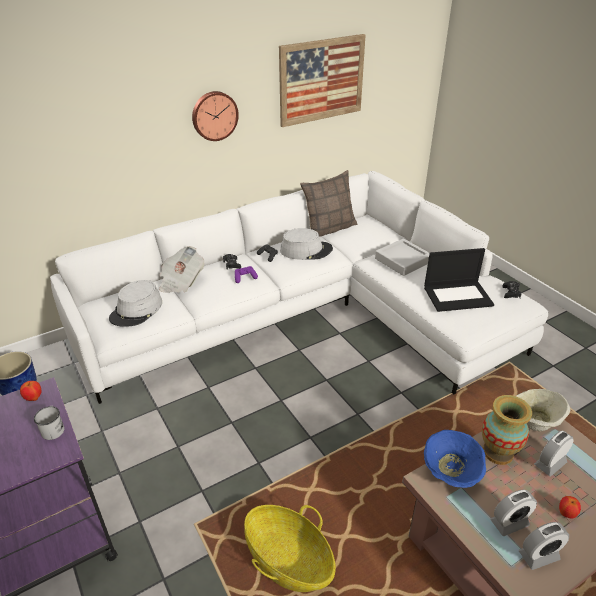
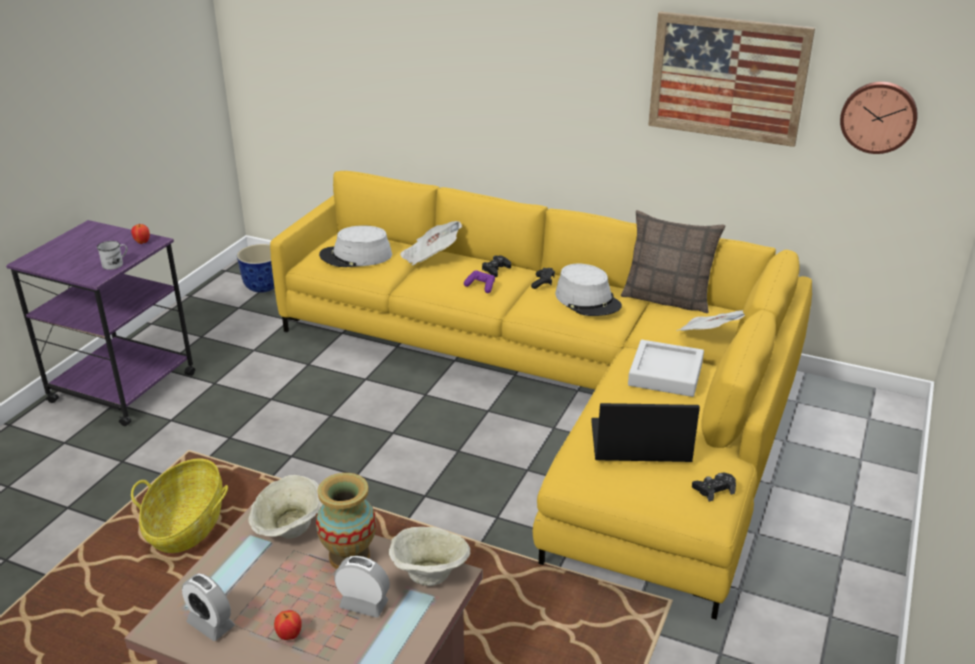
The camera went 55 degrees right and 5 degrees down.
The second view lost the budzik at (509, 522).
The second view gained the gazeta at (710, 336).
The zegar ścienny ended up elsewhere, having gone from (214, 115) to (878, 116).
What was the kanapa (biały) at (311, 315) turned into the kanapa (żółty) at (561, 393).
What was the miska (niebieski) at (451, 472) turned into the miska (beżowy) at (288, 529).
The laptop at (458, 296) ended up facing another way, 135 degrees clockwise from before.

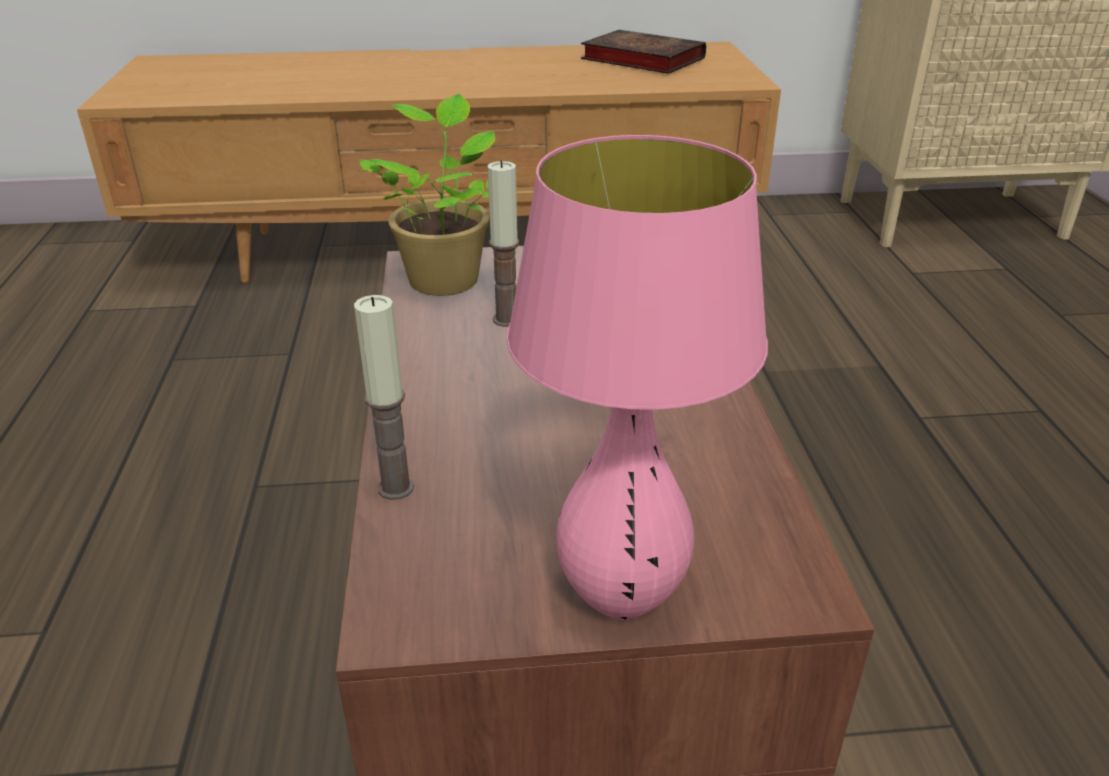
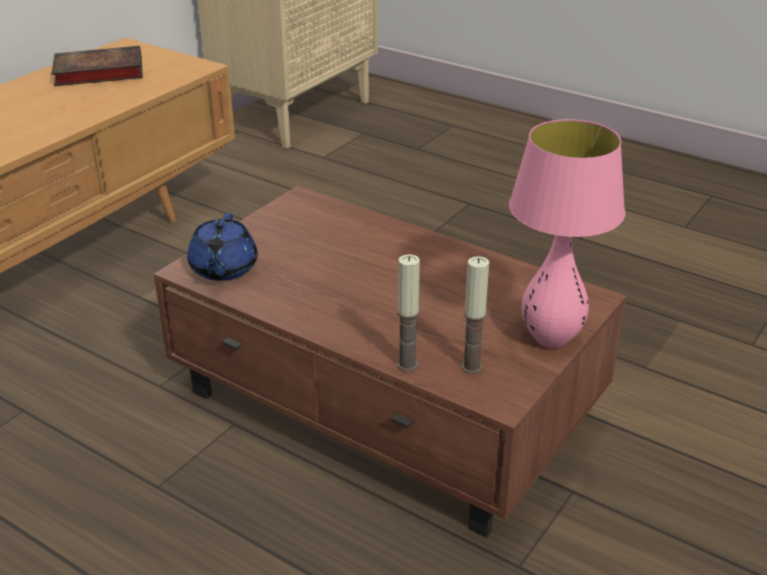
The camera went 50 degrees left and 0 degrees up.
The świeca ended up elsewhere, having gone from (506, 319) to (471, 367).
Where the roślina doniczkowa stood at (445, 278), the imbryk (niebieski) came to stand at (223, 269).

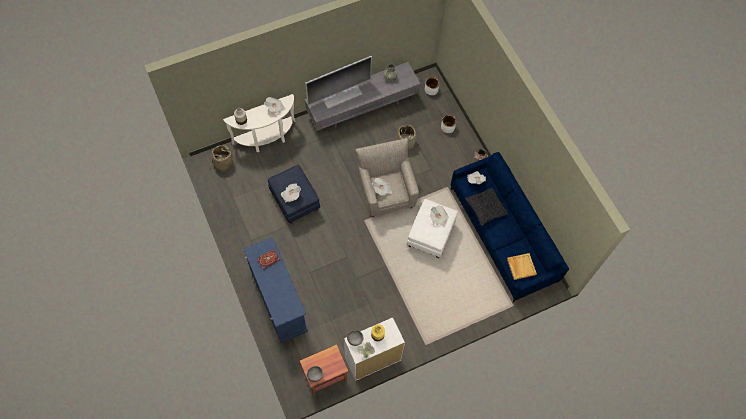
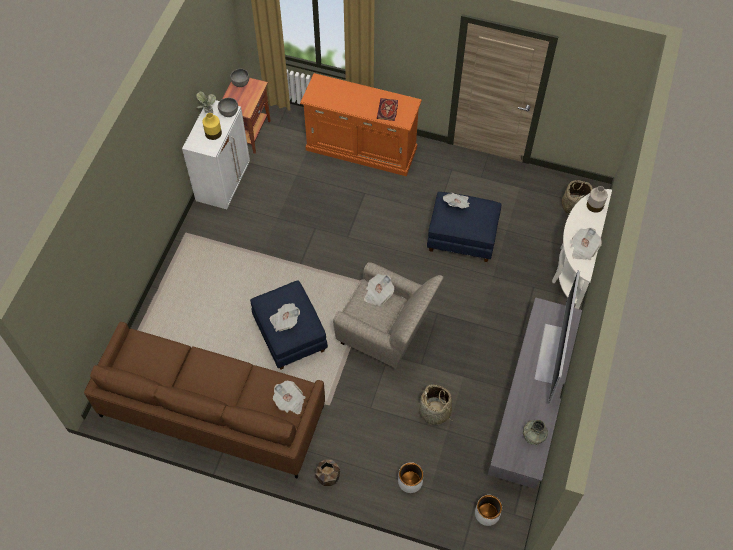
The camera went 135 degrees right and 5 degrees down.
The second view lost the poduszka (czarny) at (486, 209).
The second view lost the taca (beżowy) at (521, 266).
What was the szafka (niebieski) at (278, 300) turned into the szafka (pomarańczowy) at (361, 149).
What was the pufa (biały) at (431, 235) turned into the pufa (niebieski) at (289, 335).
What was the kanapa (niebieski) at (502, 234) turned into the kanapa (brązowy) at (212, 410).

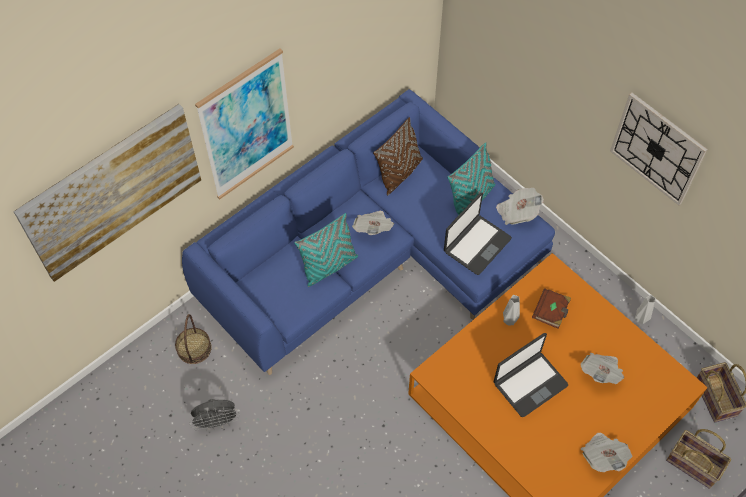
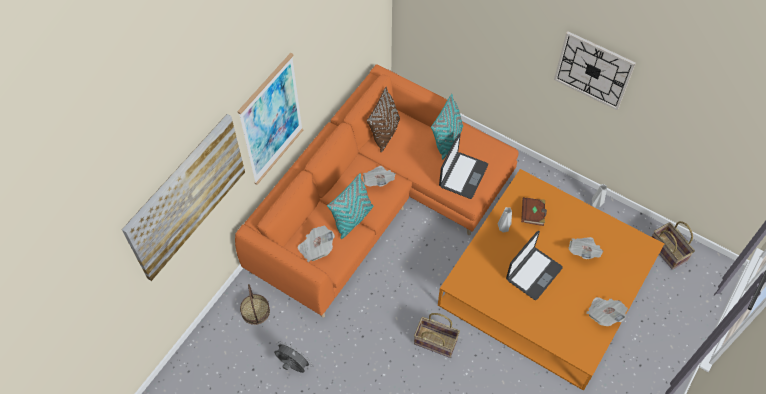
The camera went 15 degrees left and 0 degrees up.
The gazeta ended up elsewhere, having gone from (517, 212) to (316, 248).
The koszyk ended up elsewhere, having gone from (694, 464) to (436, 341).
What was the kanapa (niebieski) at (373, 257) turned into the kanapa (pomarańczowy) at (377, 204).
The wentylator (szary) at (217, 422) ended up facing another way, 120 degrees counterclockwise from before.

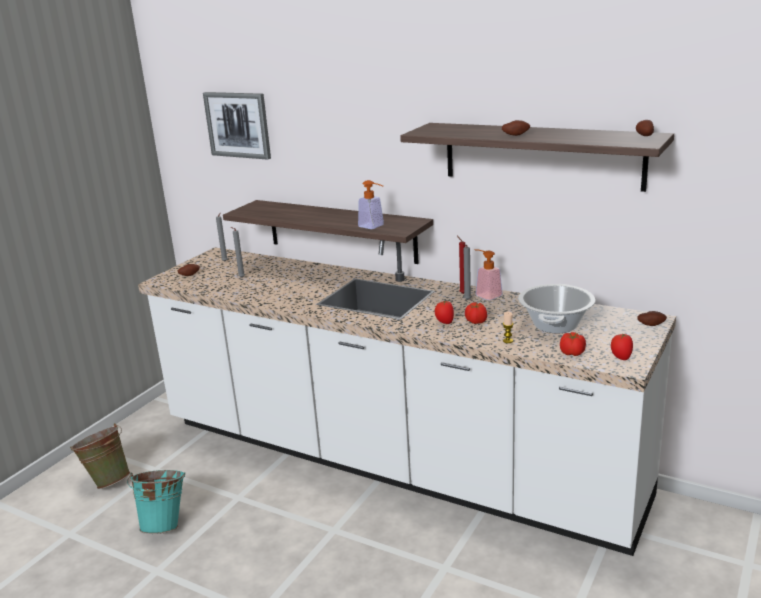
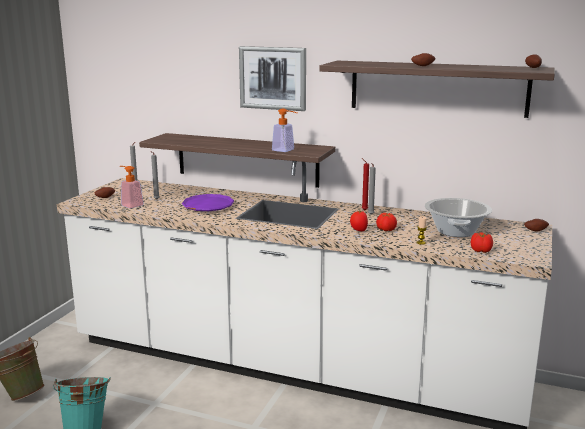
The camera went 10 degrees left and 5 degrees down.
The second view lost the pomidor at (621, 358).
The second view gained the talerz (fioletowy) at (208, 206).
The obraz ended up elsewhere, having gone from (238, 125) to (273, 78).
The dozownik mydła ended up elsewhere, having gone from (485, 294) to (130, 205).

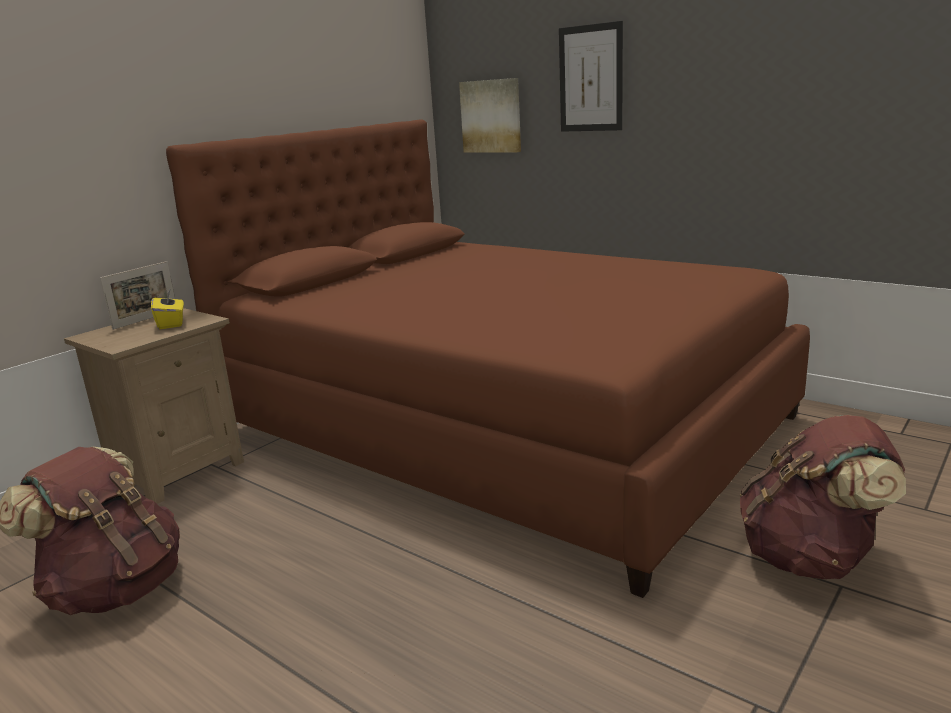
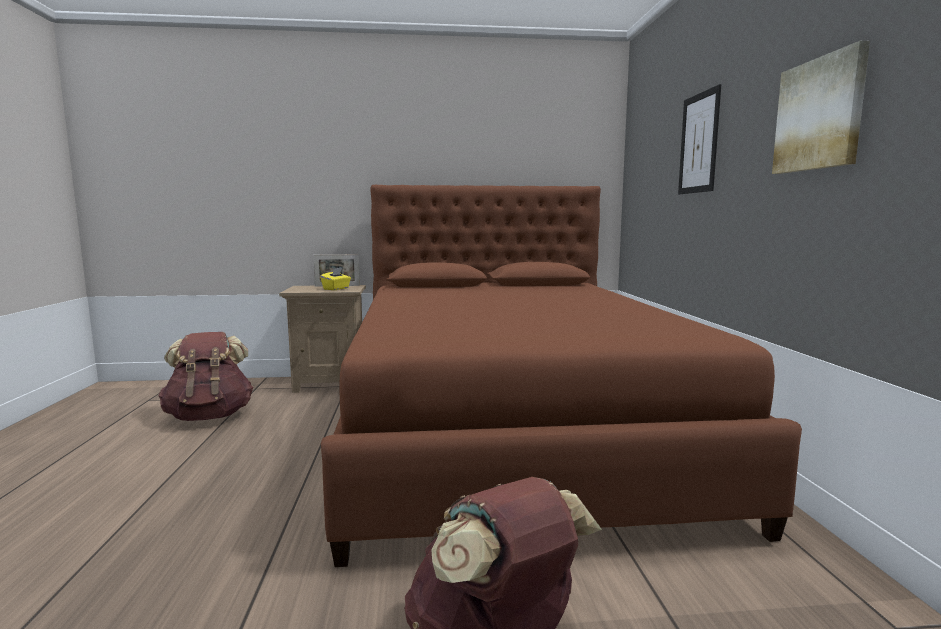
The camera went 45 degrees right and 10 degrees down.
The obraz ended up elsewhere, having gone from (491, 116) to (820, 114).

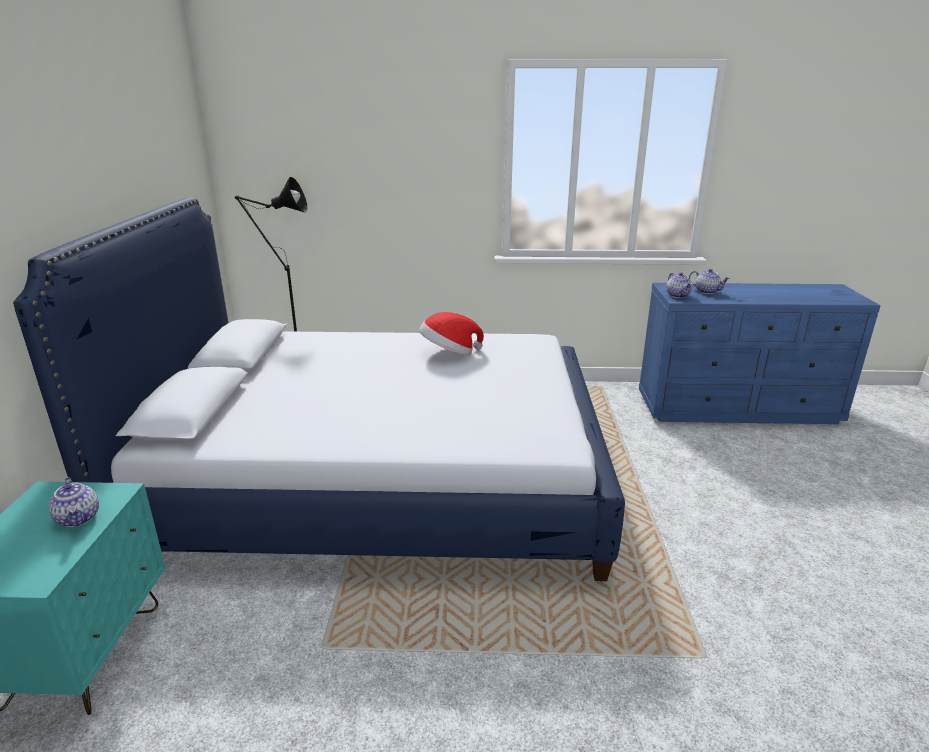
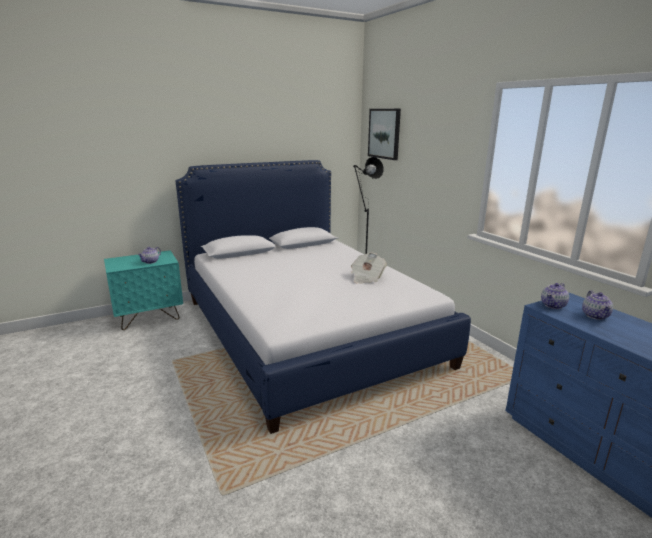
The camera went 60 degrees right and 5 degrees down.
The second view gained the obraz at (384, 133).
Where the kapelusz stood at (449, 353), the gazeta came to stand at (366, 278).

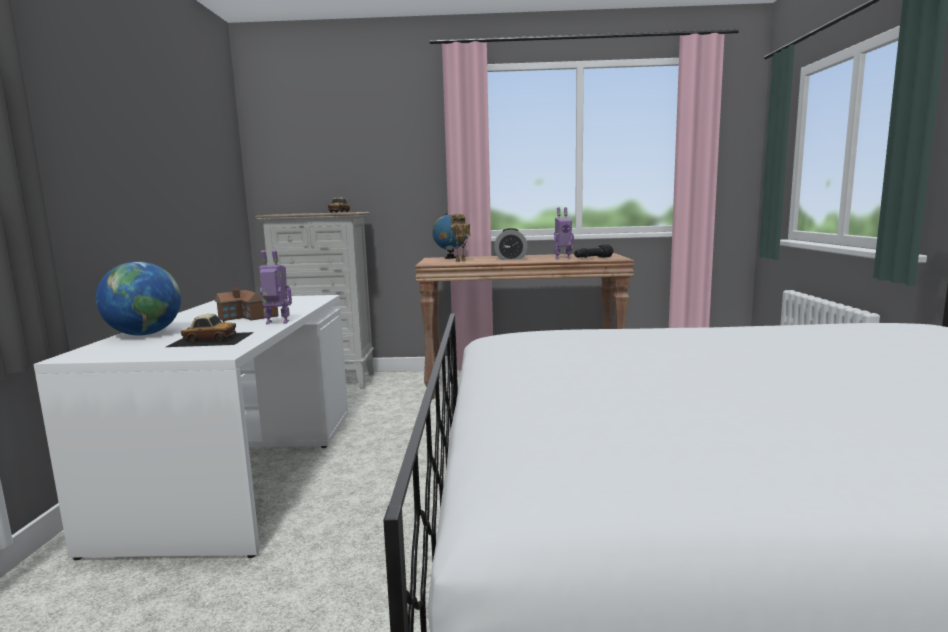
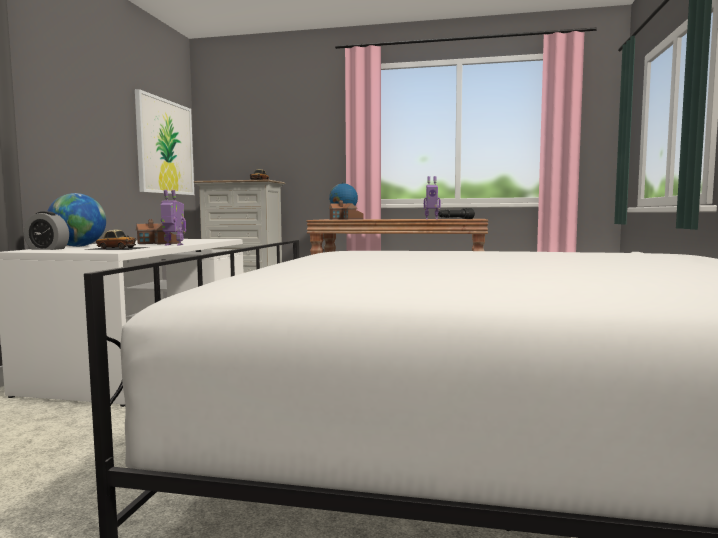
The camera went 10 degrees right and 5 degrees down.
The second view gained the obraz at (165, 147).
The budzik ended up elsewhere, having gone from (511, 259) to (47, 249).
Where the robot zabawkowy stood at (460, 261), the domek came to stand at (346, 219).

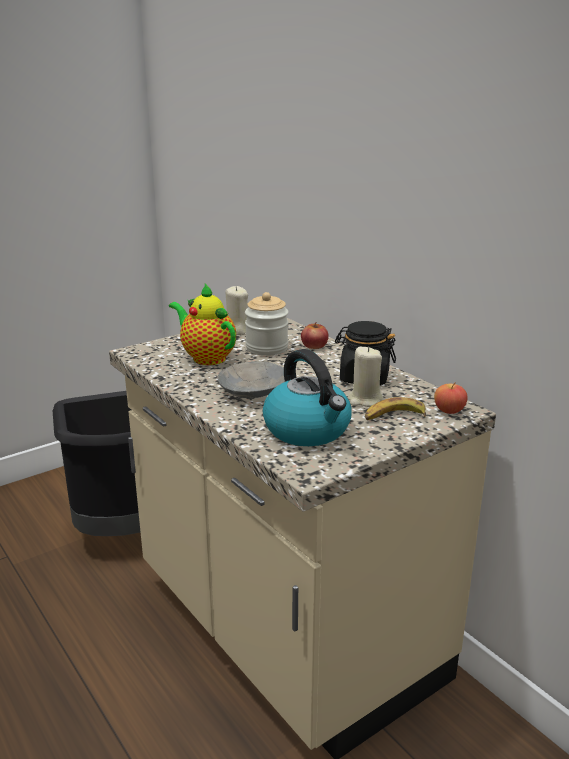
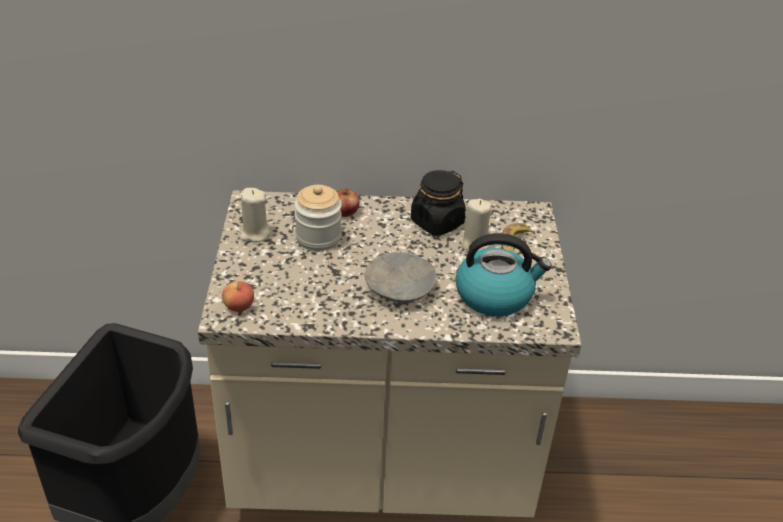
The camera went 55 degrees left and 15 degrees up.
The second view lost the imbryk at (206, 357).
The jabłko ended up elsewhere, having gone from (449, 410) to (239, 306).

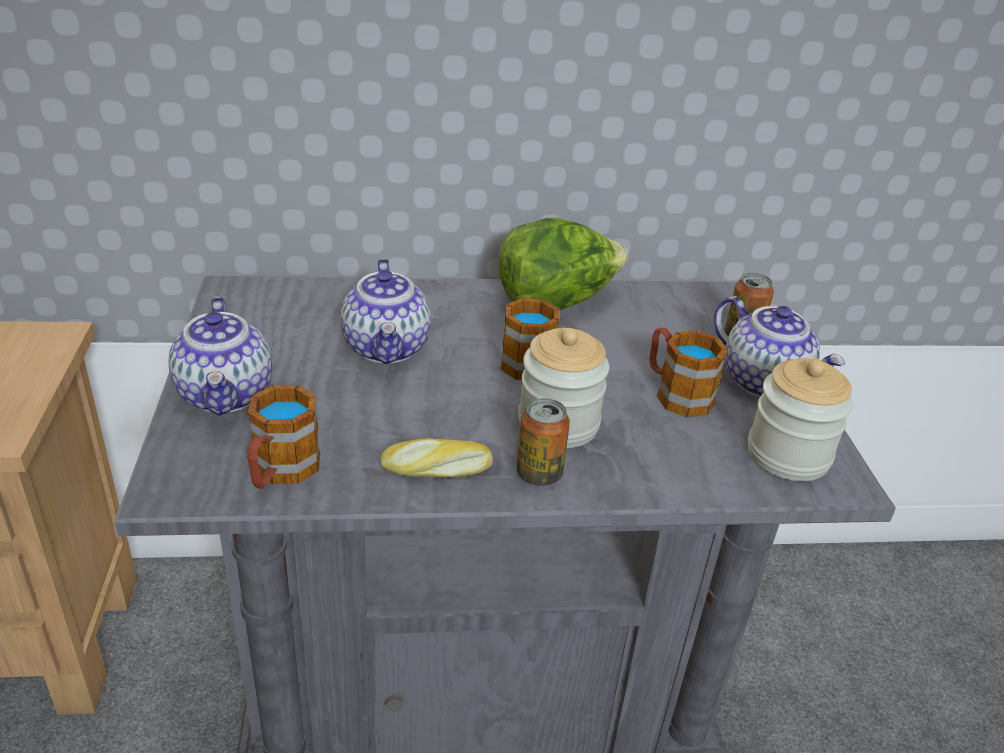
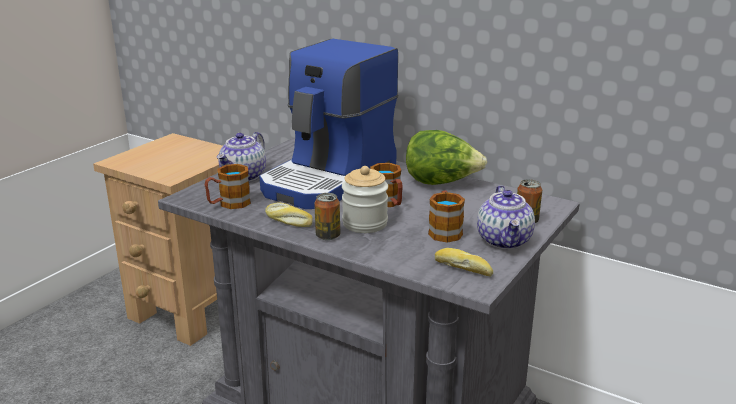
The camera went 40 degrees right and 10 degrees down.
Where the imbryk stood at (388, 348), the ekspres do kawy came to stand at (331, 178).
Where the słoik stood at (788, 455), the chleb came to stand at (463, 268).

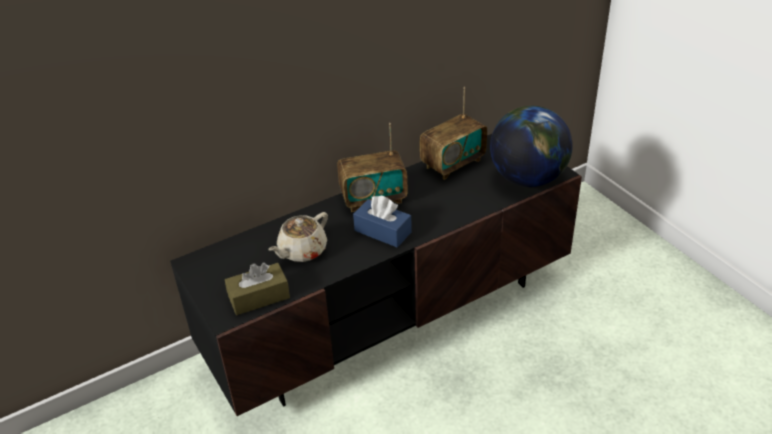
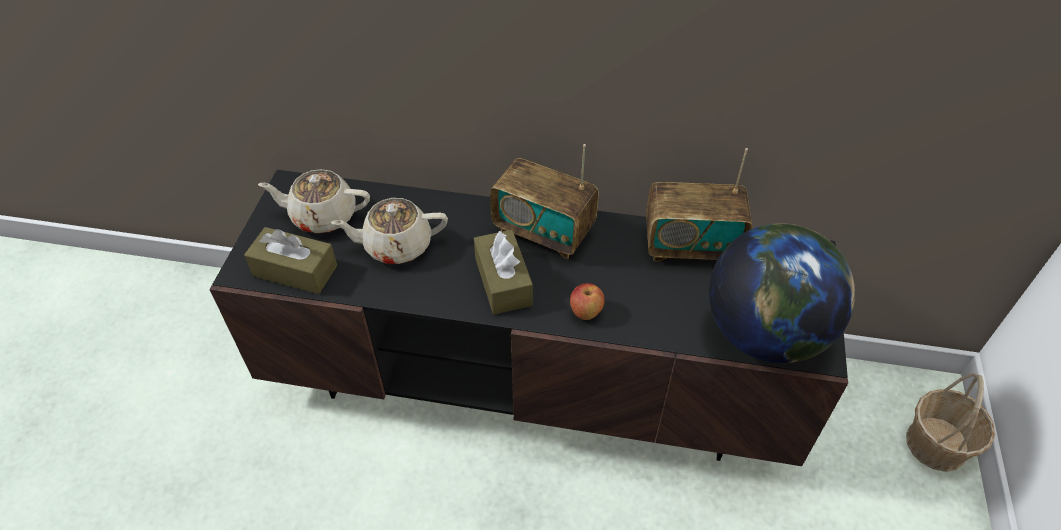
The camera went 40 degrees right and 10 degrees up.
The second view gained the imbryk (beżowy) at (322, 216).
The second view gained the jabłko at (585, 312).
The second view gained the koszyk at (936, 444).
What was the pudełko chusteczek (niebieski) at (382, 231) turned into the pudełko chusteczek (brązowy) at (503, 282).

